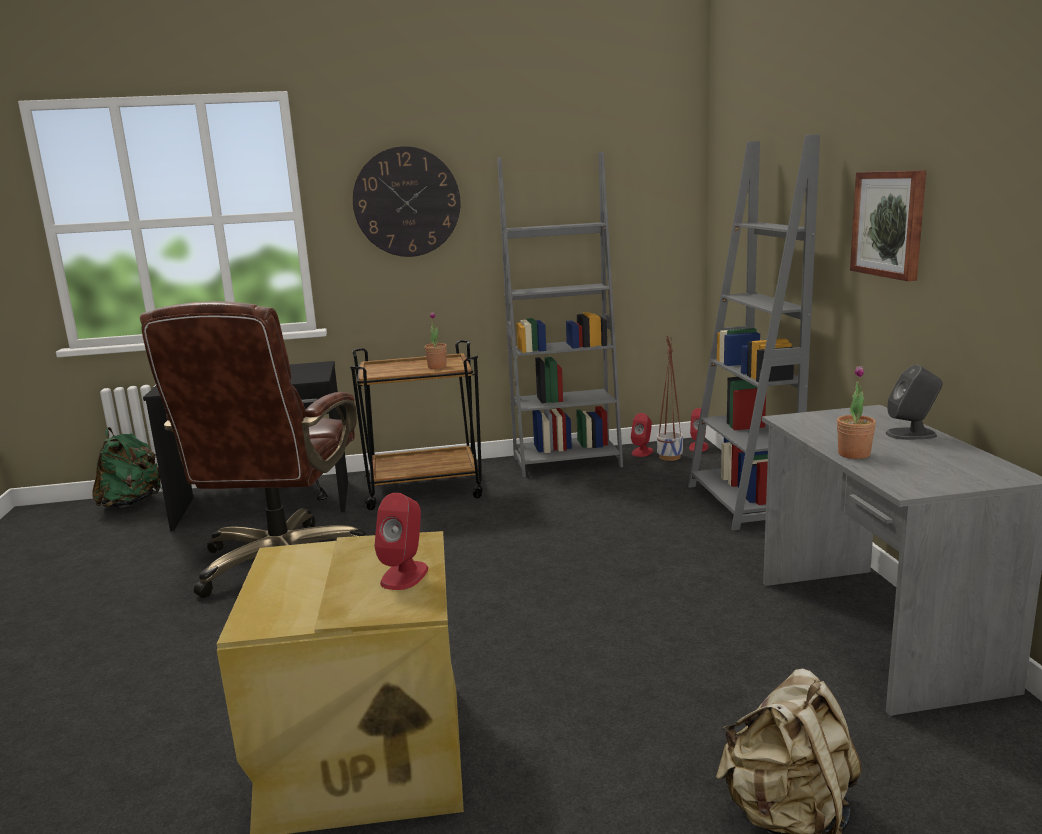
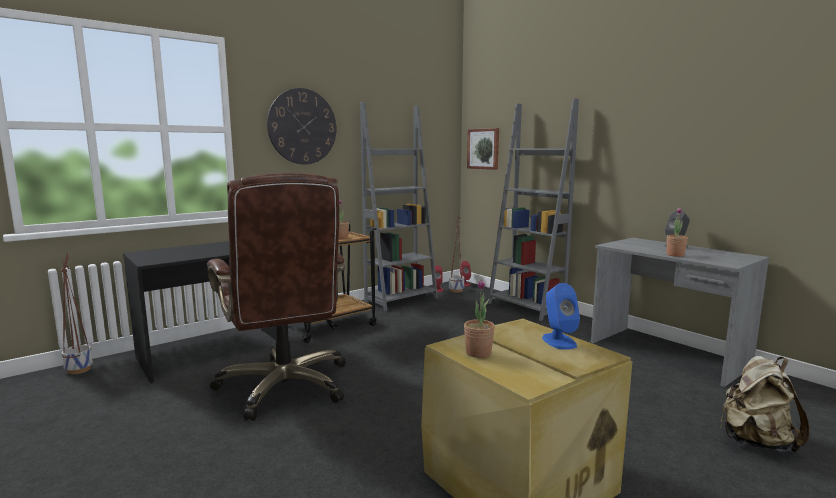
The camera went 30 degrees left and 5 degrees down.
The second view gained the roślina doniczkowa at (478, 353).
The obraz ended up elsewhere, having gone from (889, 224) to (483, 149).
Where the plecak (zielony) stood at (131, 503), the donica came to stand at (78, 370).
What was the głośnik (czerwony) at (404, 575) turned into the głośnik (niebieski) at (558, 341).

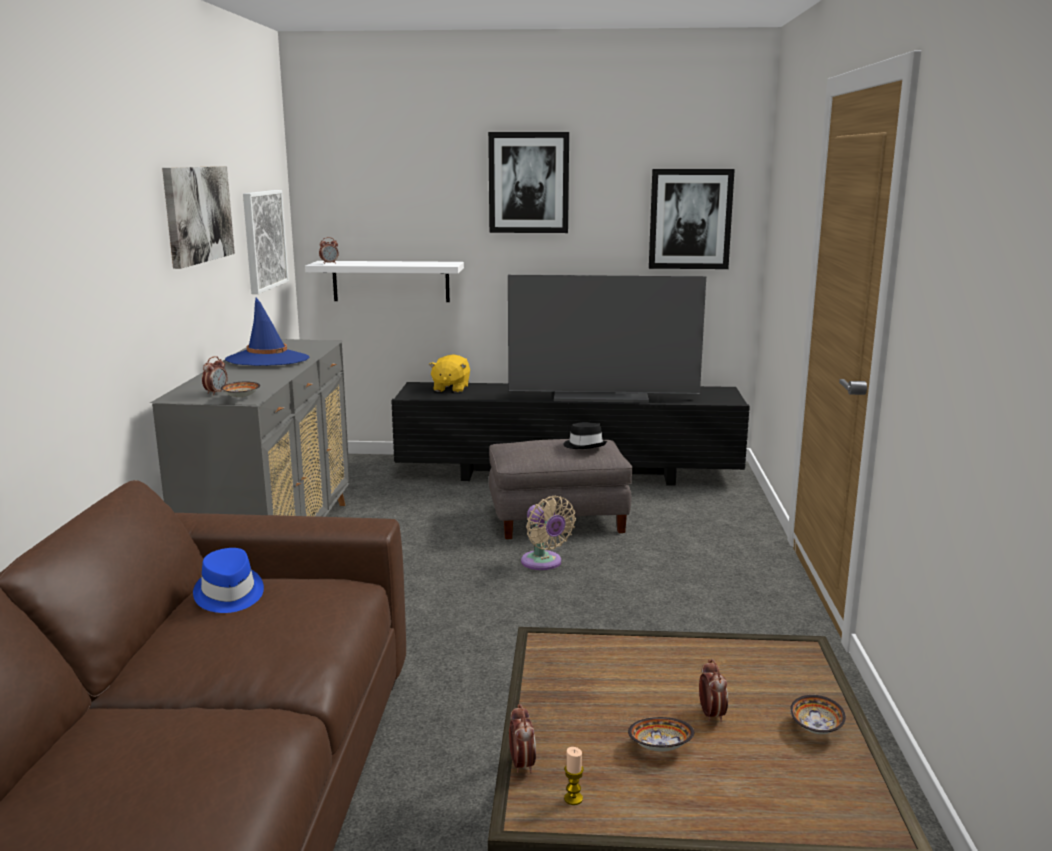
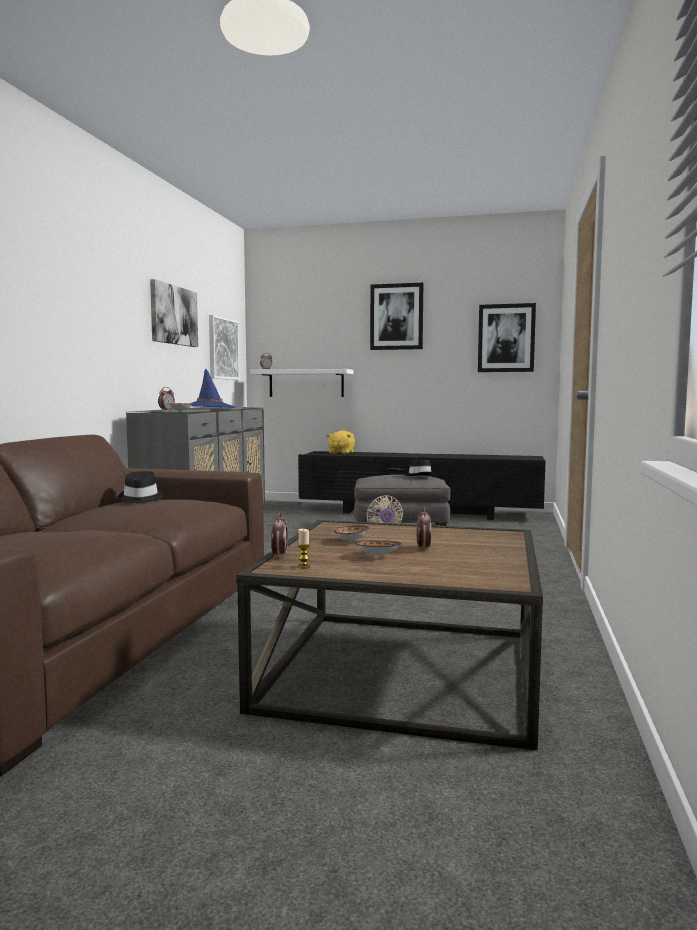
The camera went 10 degrees right and 10 degrees down.
The second view lost the telewizor at (602, 396).
The miska ended up elsewhere, having gone from (816, 728) to (351, 540).
What was the kapelusz (niebieski) at (228, 594) turned into the kapelusz (czarny) at (140, 498).

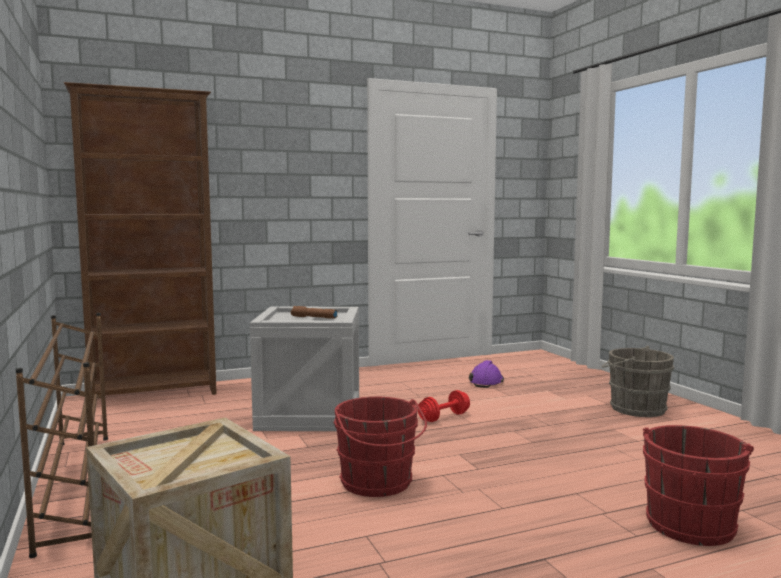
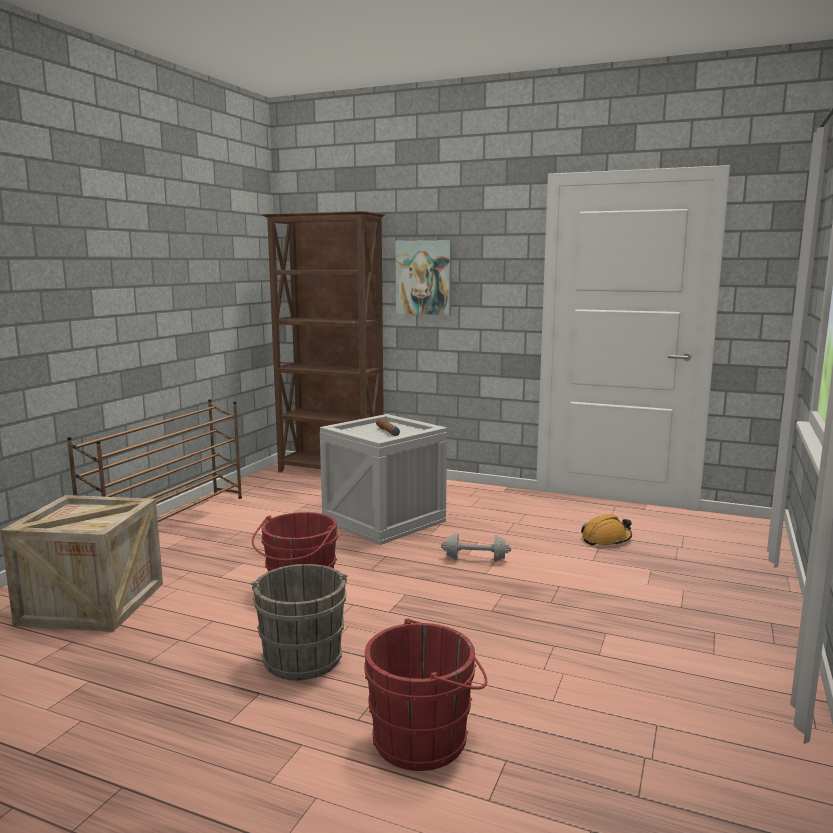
The camera went 45 degrees right and 5 degrees up.
The second view gained the obraz at (424, 277).
The wiadro (szary) ended up elsewhere, having gone from (634, 408) to (302, 656).
What was the hantel (czerwony) at (444, 417) turned into the hantel (szary) at (475, 559).
What was the kask (fioletowy) at (486, 382) turned into the kask (pomarańczowy) at (606, 539).

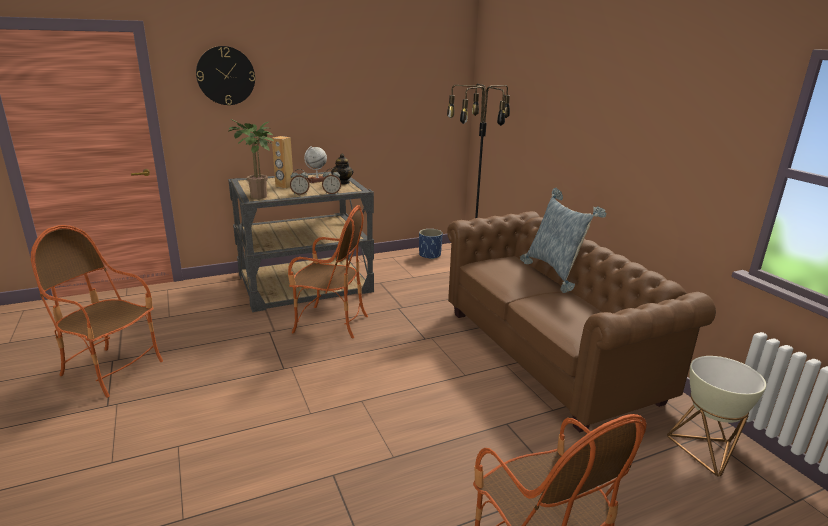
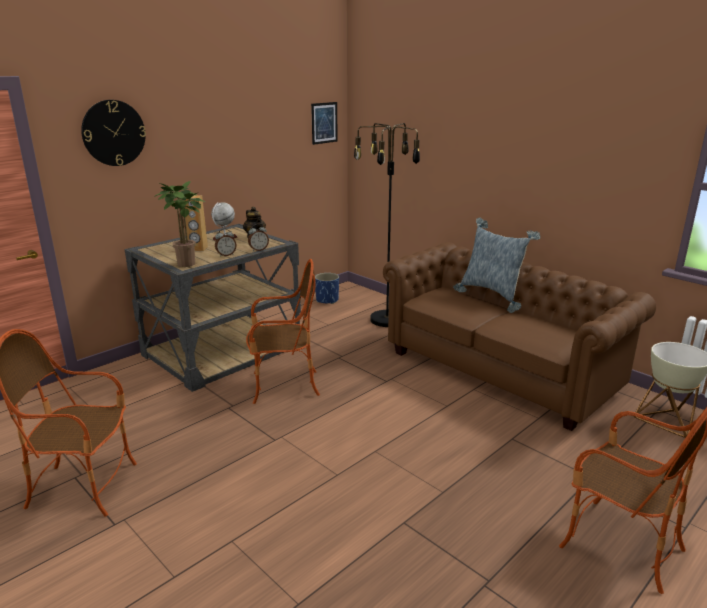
The camera went 20 degrees left and 0 degrees up.
The second view gained the obraz at (324, 123).

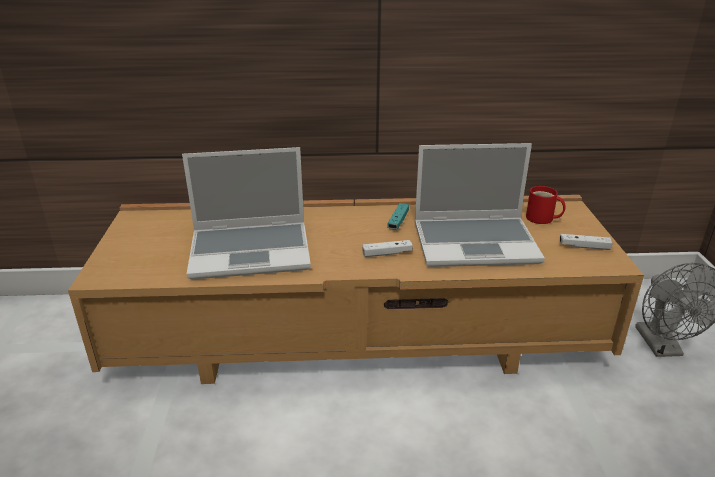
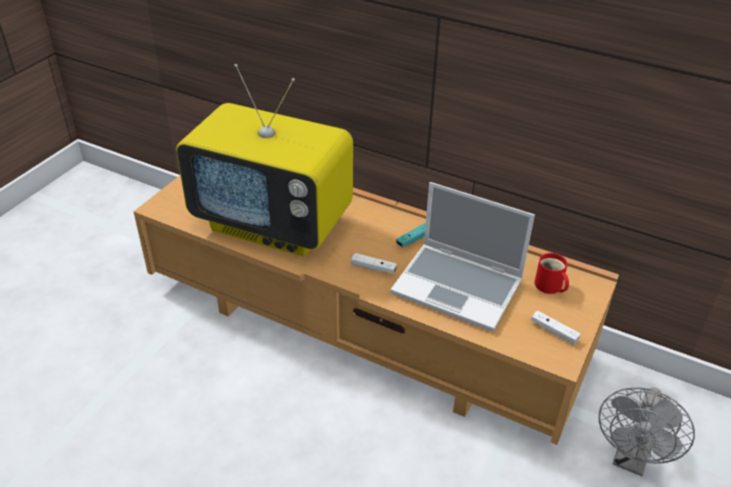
The camera went 30 degrees right and 10 degrees up.
Where the laptop stood at (252, 251), the telewizor came to stand at (275, 224).

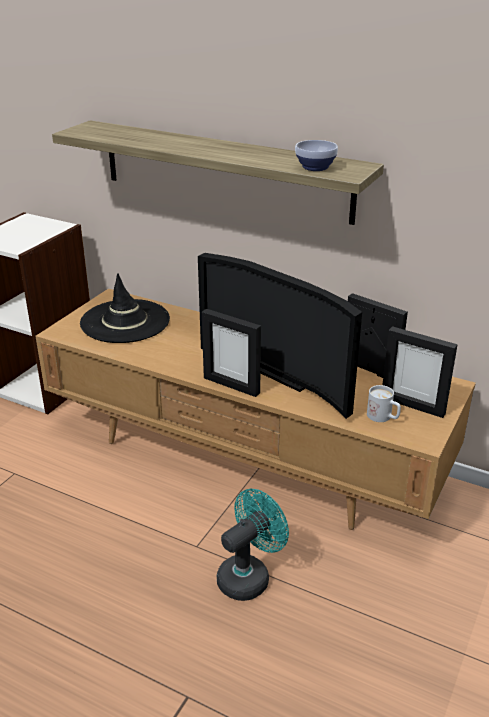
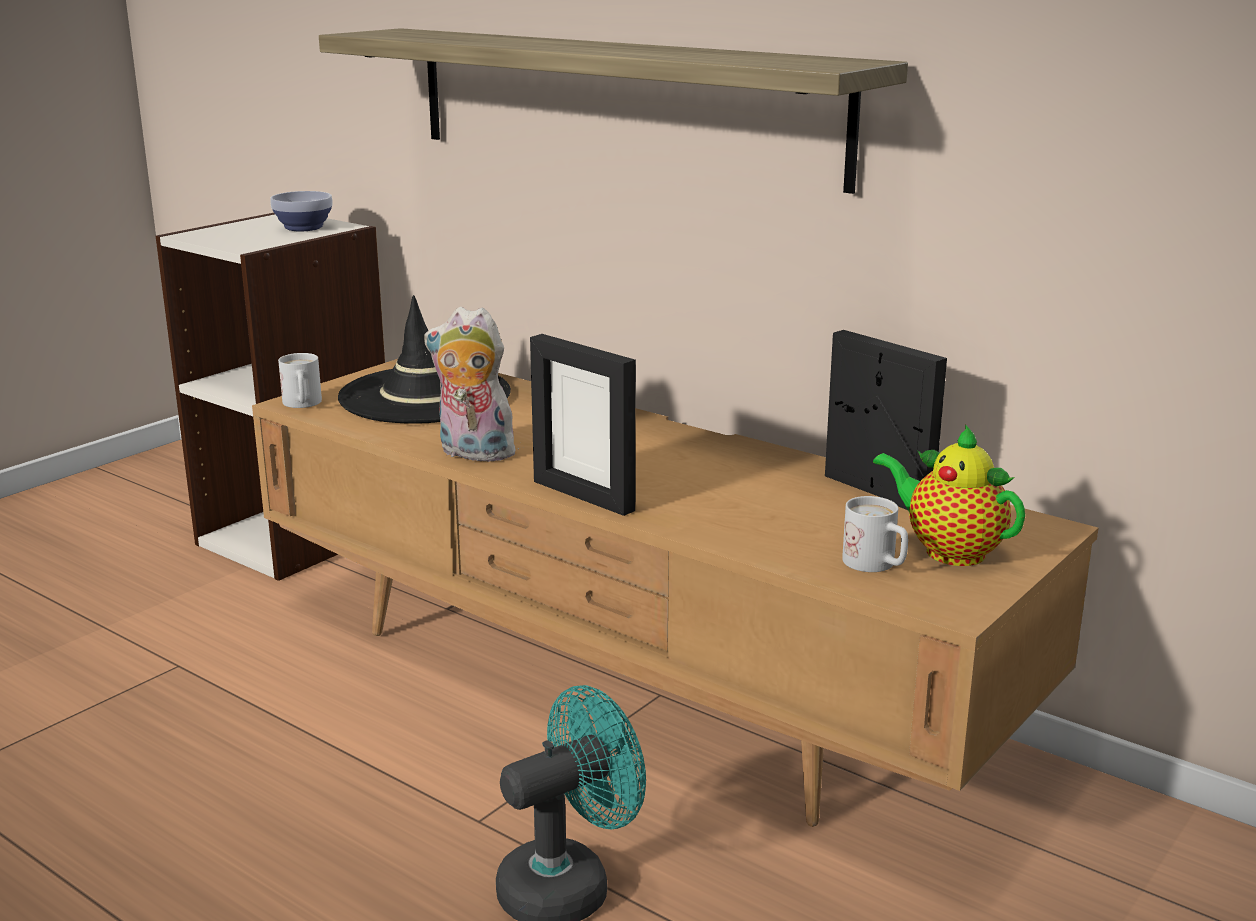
The camera went 10 degrees right and 10 degrees down.
The second view lost the telewizor at (287, 374).
The second view gained the kubek (biały) at (302, 404).
The second view gained the pluszak at (472, 454).
The miska ended up elsewhere, having gone from (314, 167) to (303, 227).
Where the ramka na zdjęcie stood at (413, 405), the imbryk came to stand at (948, 551).

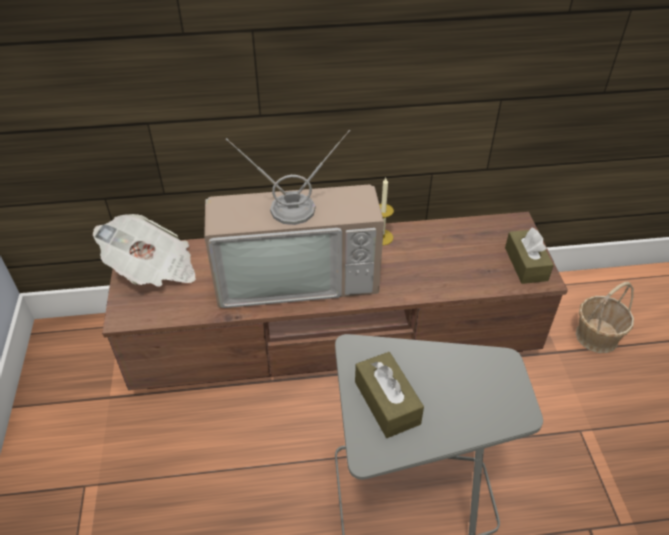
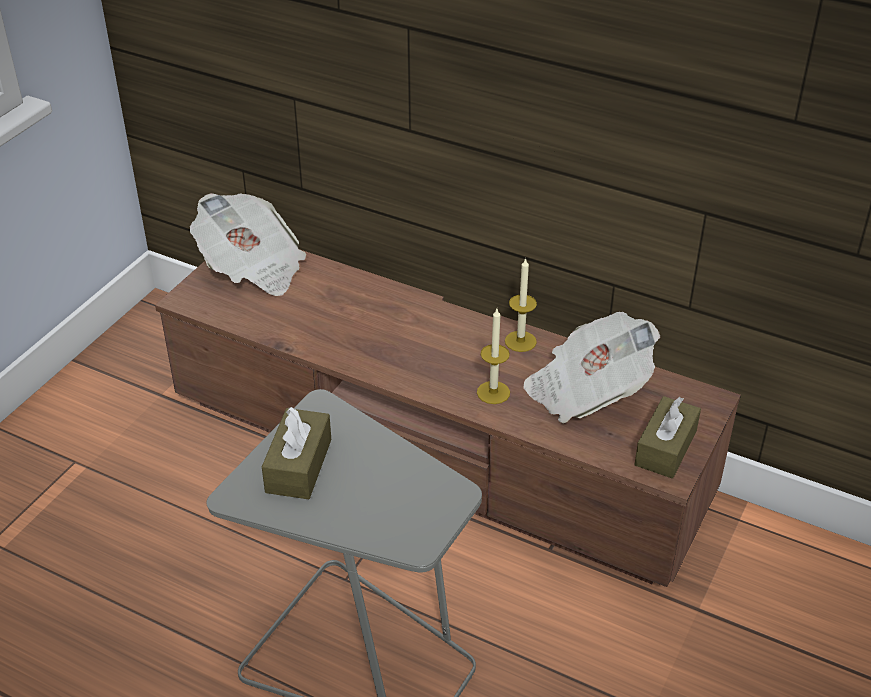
The camera went 35 degrees right and 5 degrees down.
The second view lost the telewizor at (297, 273).
The second view lost the koszyk at (596, 336).
The second view gained the świeca at (493, 392).
The second view gained the gazeta at (587, 391).

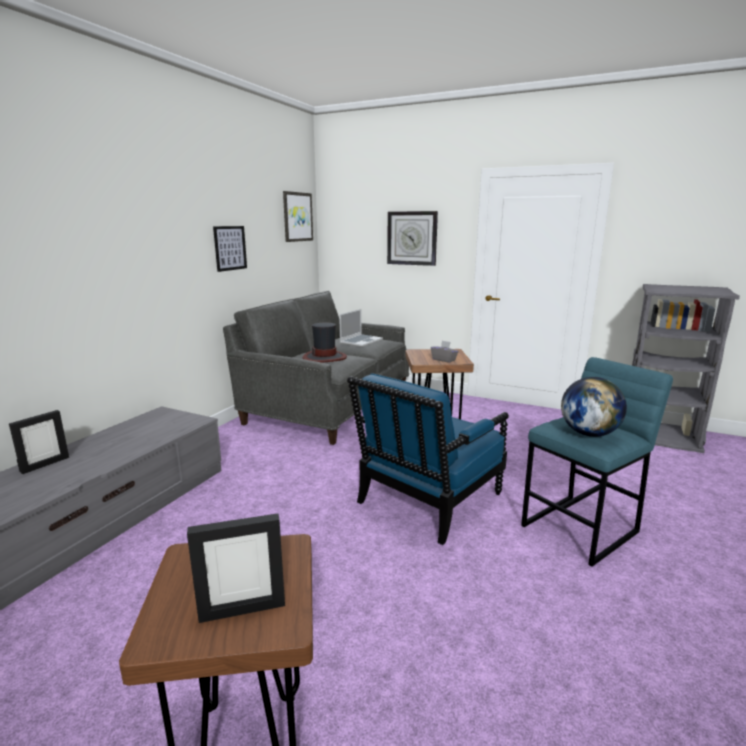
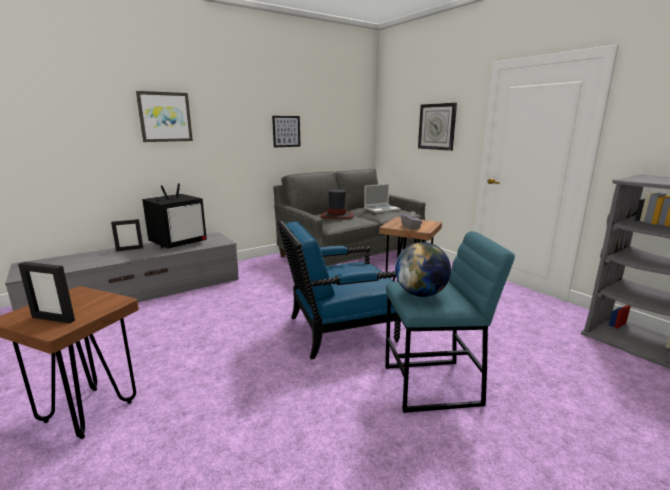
The camera went 30 degrees right and 0 degrees up.
The second view gained the telewizor at (178, 243).
The obraz ended up elsewhere, having gone from (297, 217) to (165, 117).

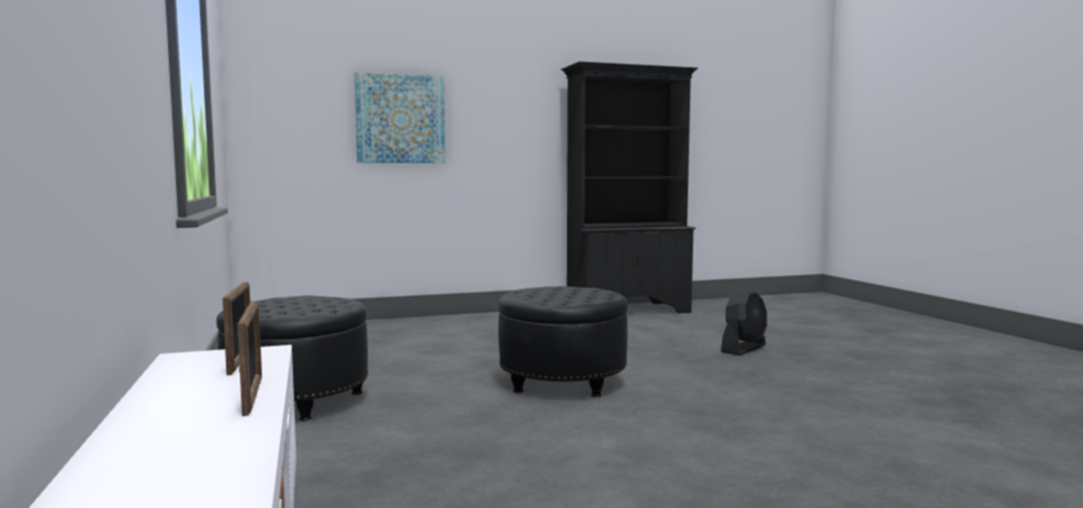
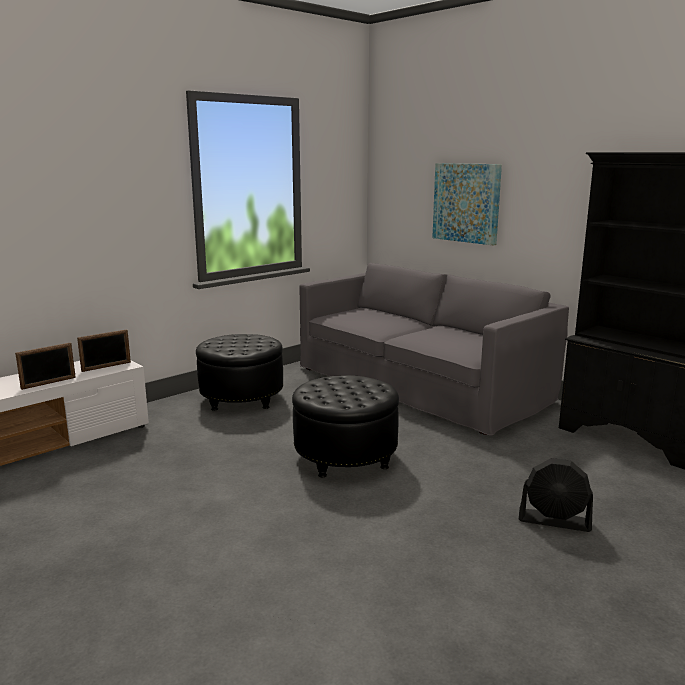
The camera went 65 degrees right and 10 degrees up.
The second view gained the kanapa (szary) at (420, 384).

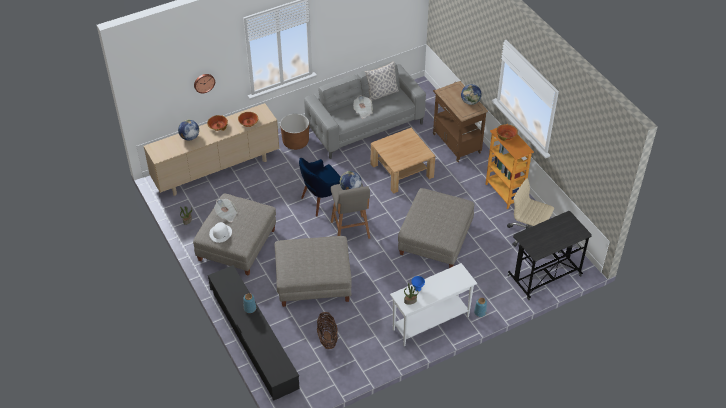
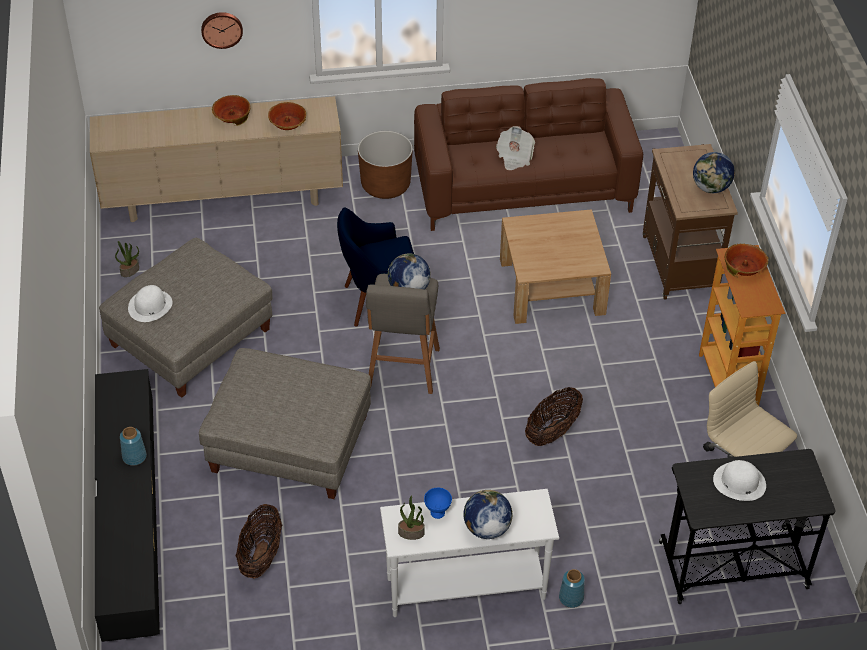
The camera went 20 degrees right and 0 degrees up.
The second view lost the gazeta at (226, 214).
The second view lost the poduszka at (382, 93).
The second view gained the kapelusz (biały) at (739, 482).
The globus ended up elsewhere, having gone from (189, 137) to (486, 528).
Where the pufa (szary) stood at (435, 239), the koszyk came to stand at (552, 431).
What was the kanapa (szary) at (365, 126) turned into the kanapa (brązowy) at (524, 188).

